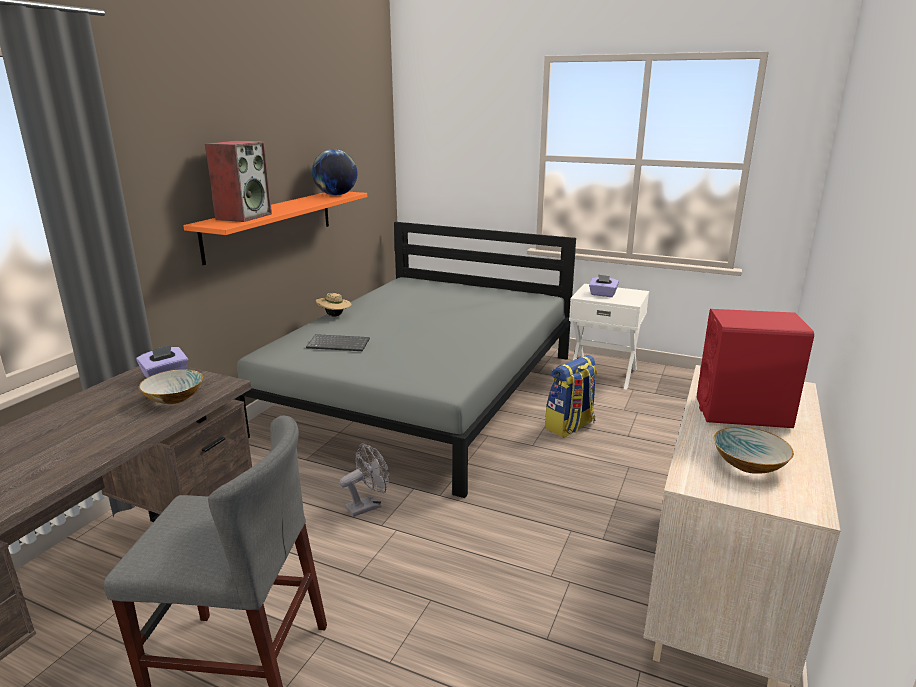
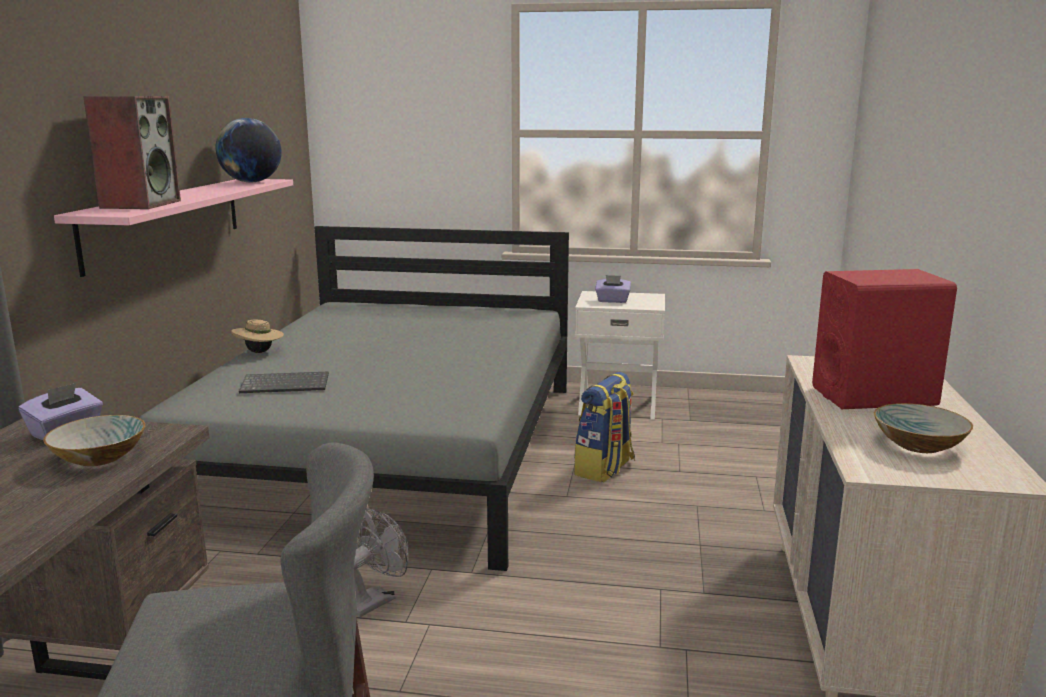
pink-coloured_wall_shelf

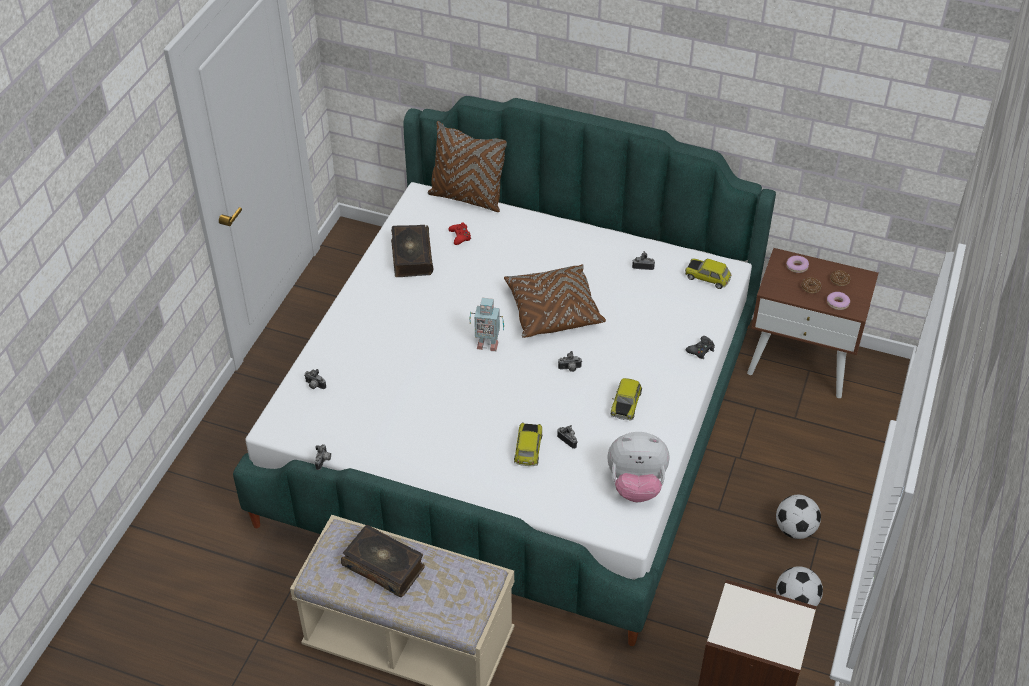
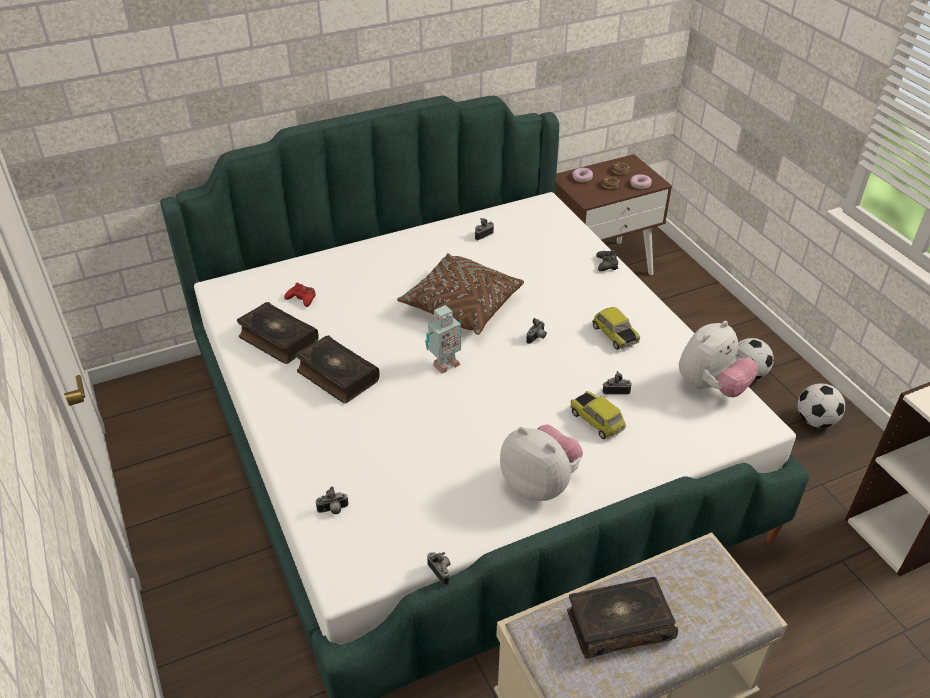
book (no. 2 from left)
soft_toy (no. 1 from left)
brownish_pillow (no. 1 from left in the first image)
model_car (no. 3 from left in the first image)

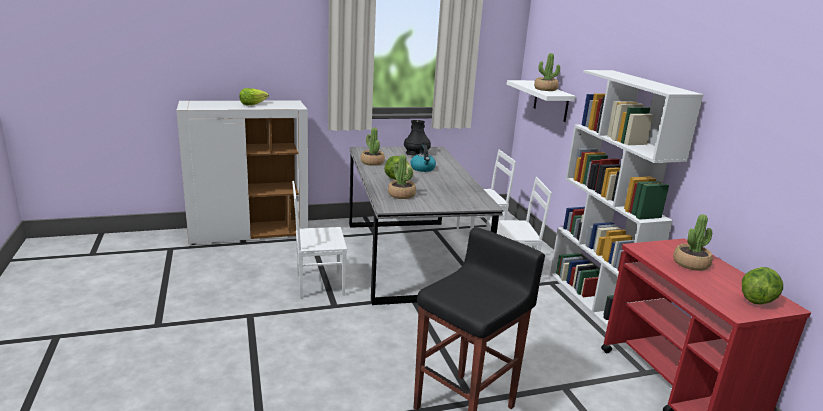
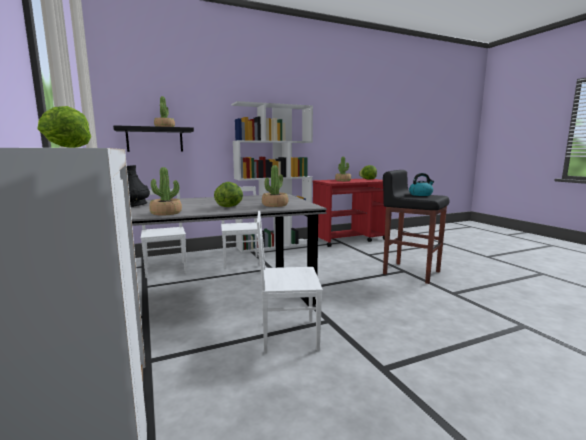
blackish_wall_shelf
whitish_plain_chair (no. 3 from left)
tea_kettle

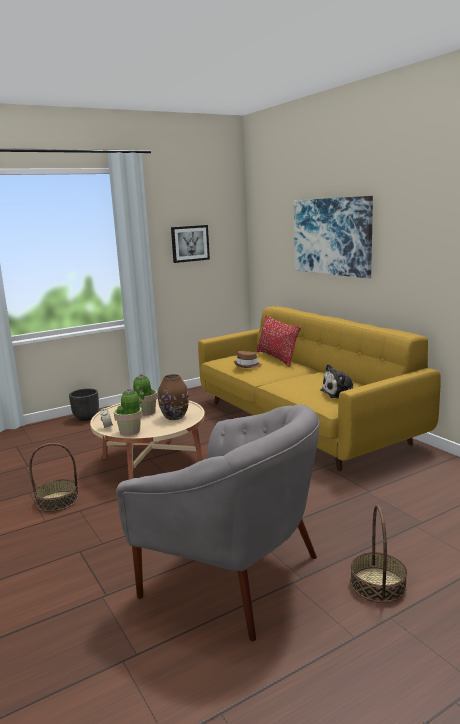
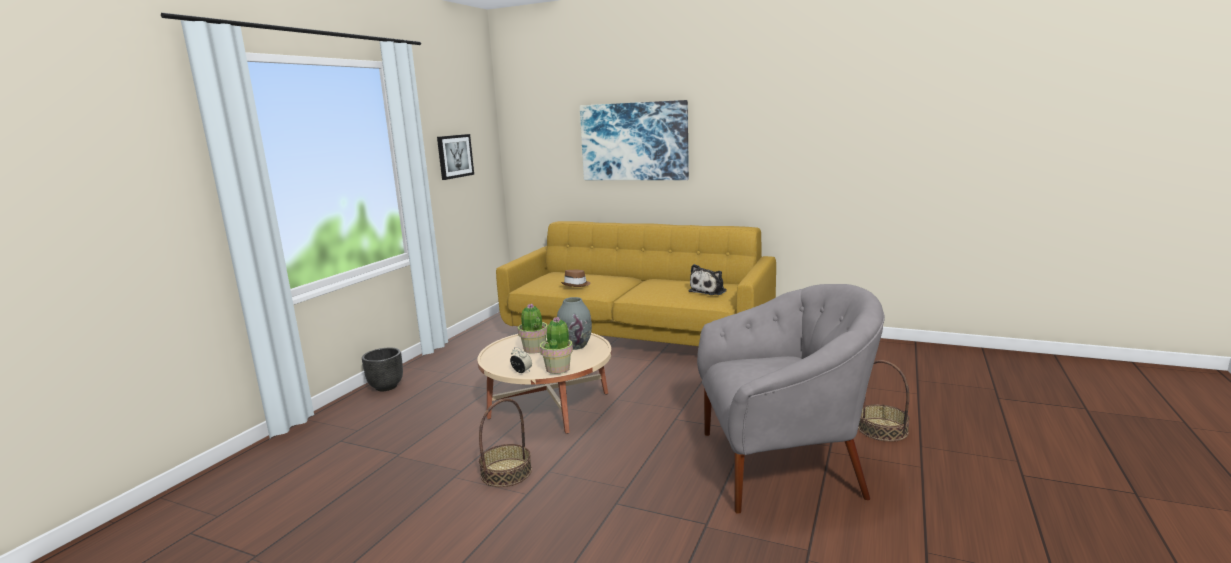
greyish_flower_vase
reddish_pillow

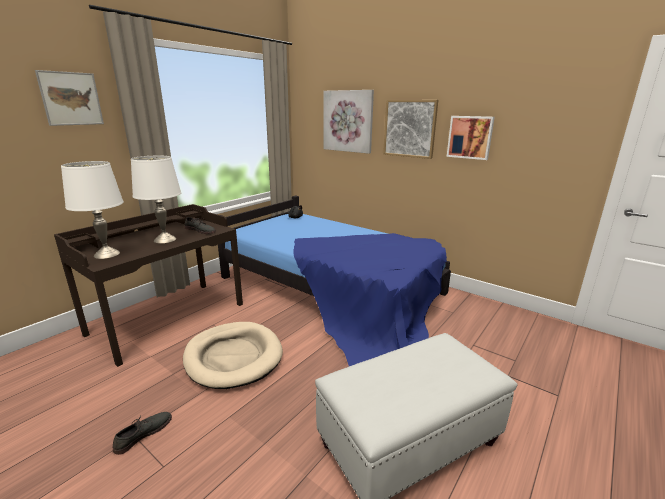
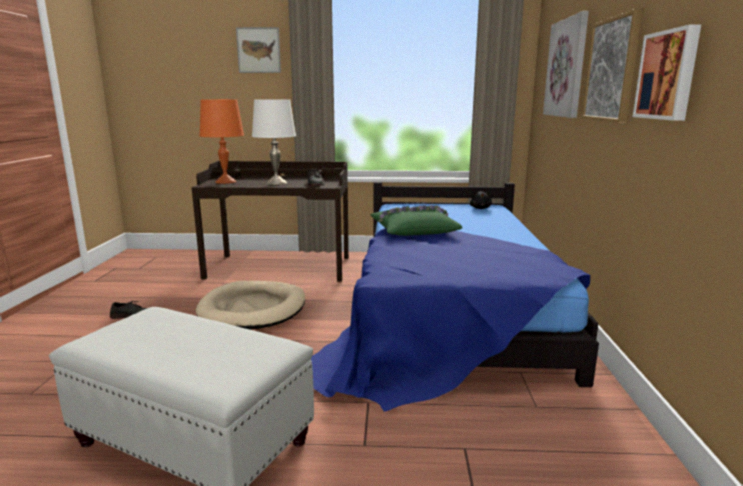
orange-coloured_tabletop_lamp
green-coloured_pillow

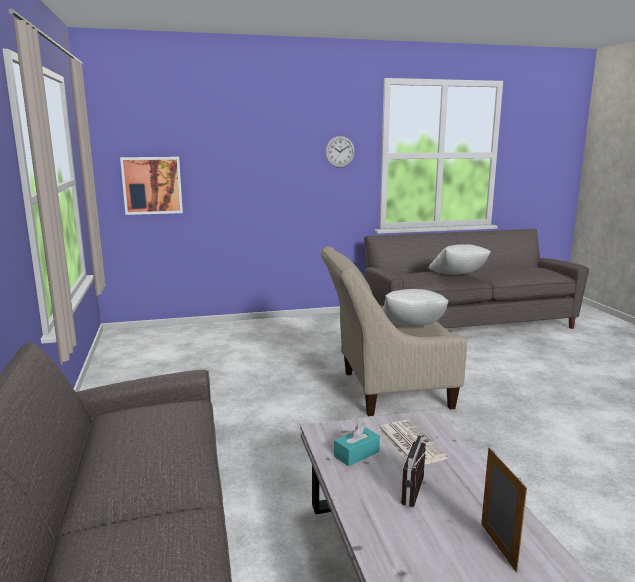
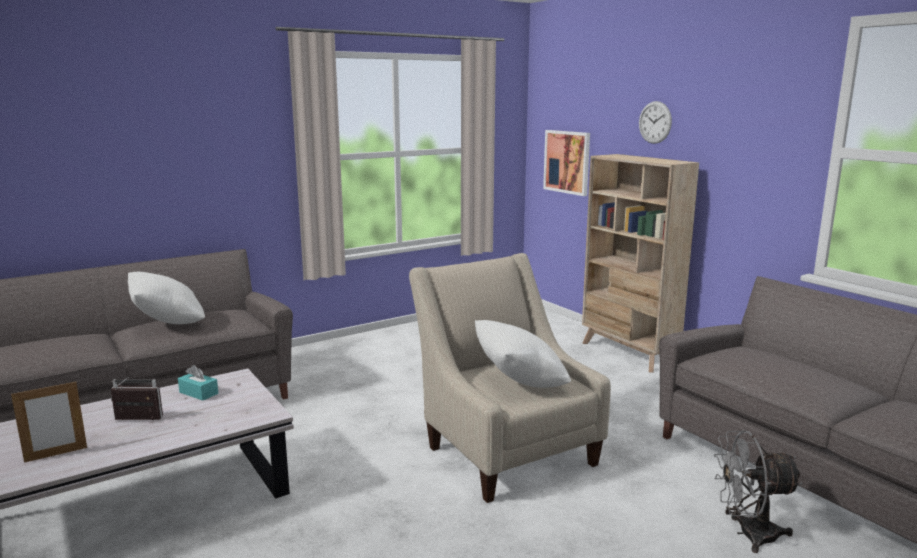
whitish_pillow (no. 1 from left)
sand-coloured_bookshelf
hanging_clock
greyish_cooling_fan
daily_paper

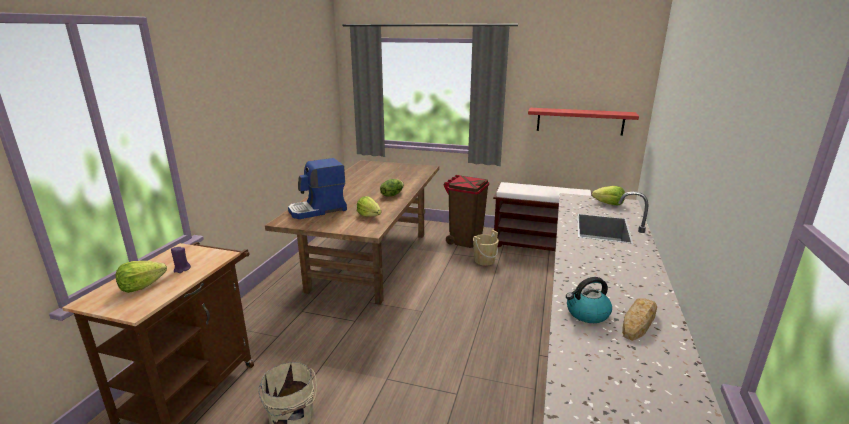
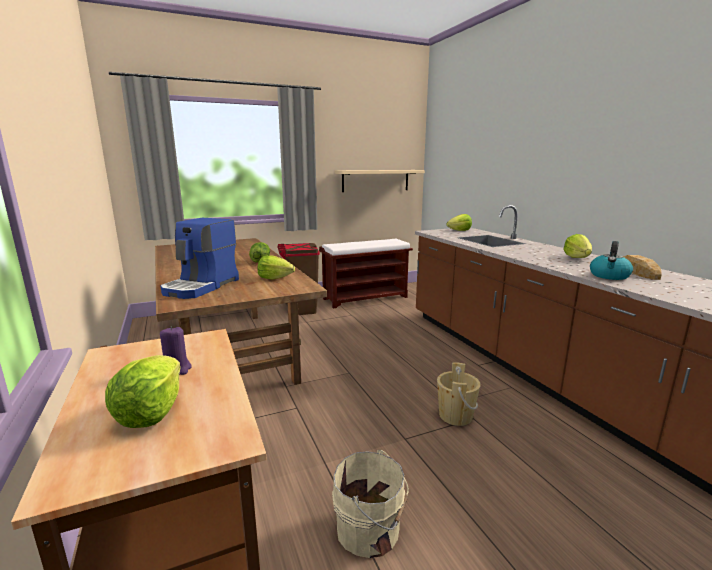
sand-coloured_wall_shelf
sand-coloured_pail (no. 2 from left)
lettuce_head (no. 5 from left)

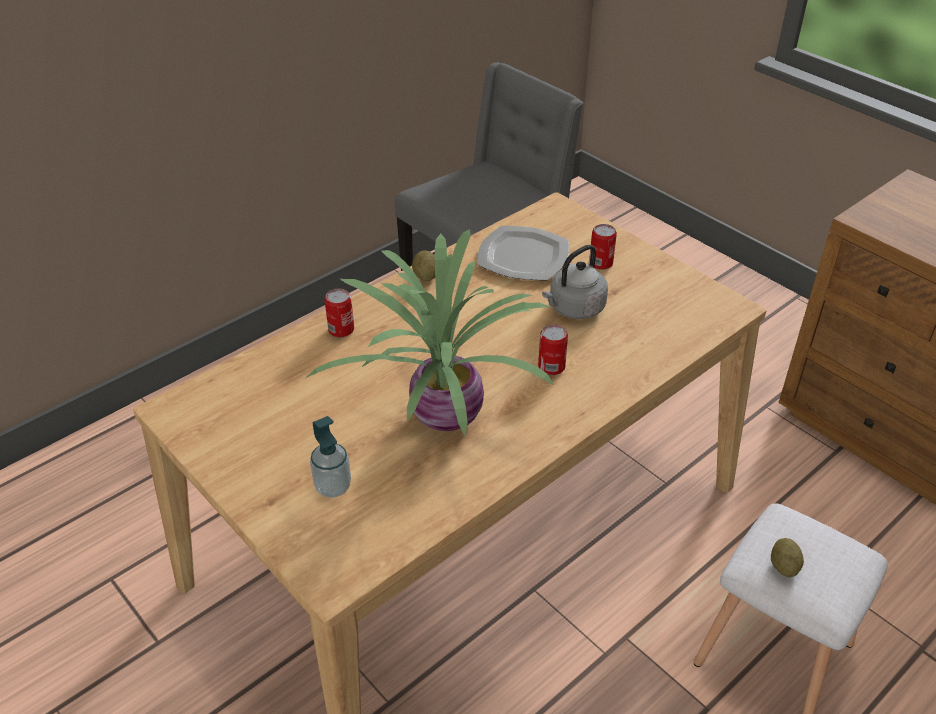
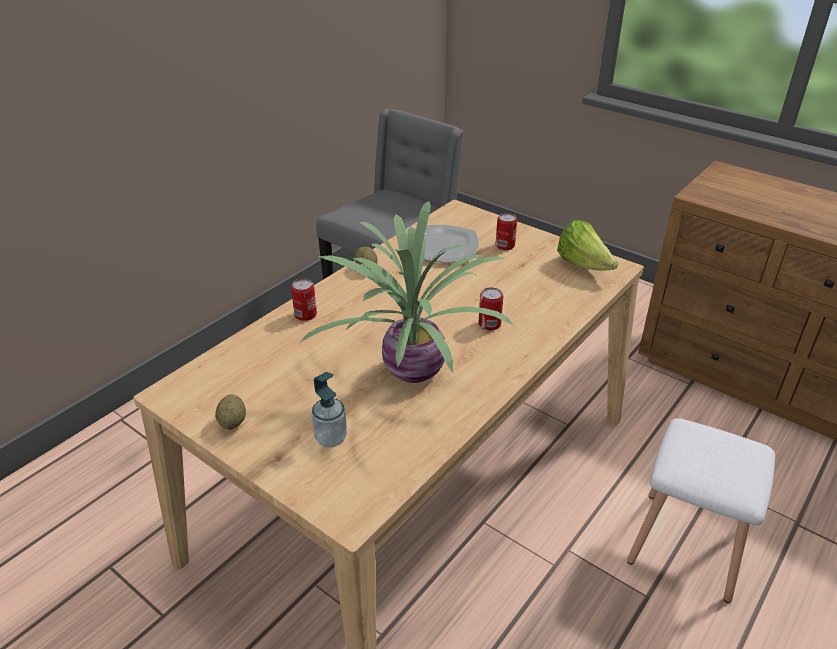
whole_potato (no. 1 from left)
lettuce_head
greyish_tea_kettle

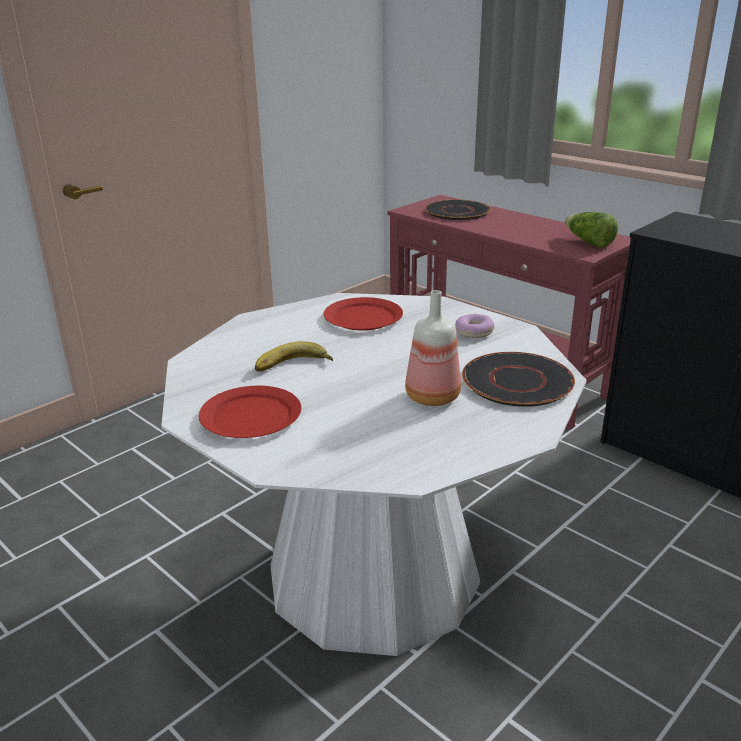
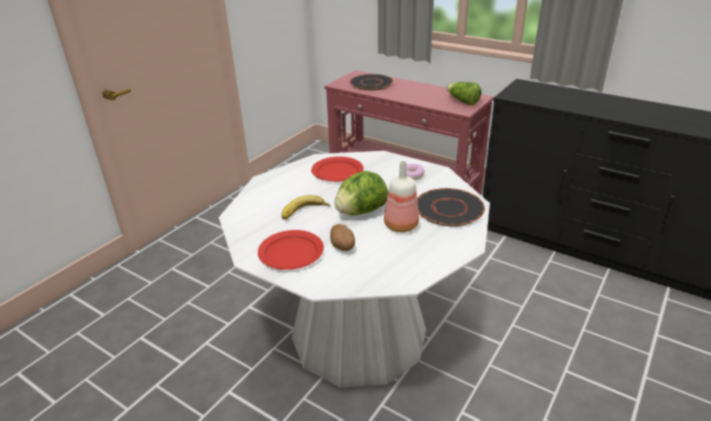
whole_potato
lettuce_head (no. 1 from left)

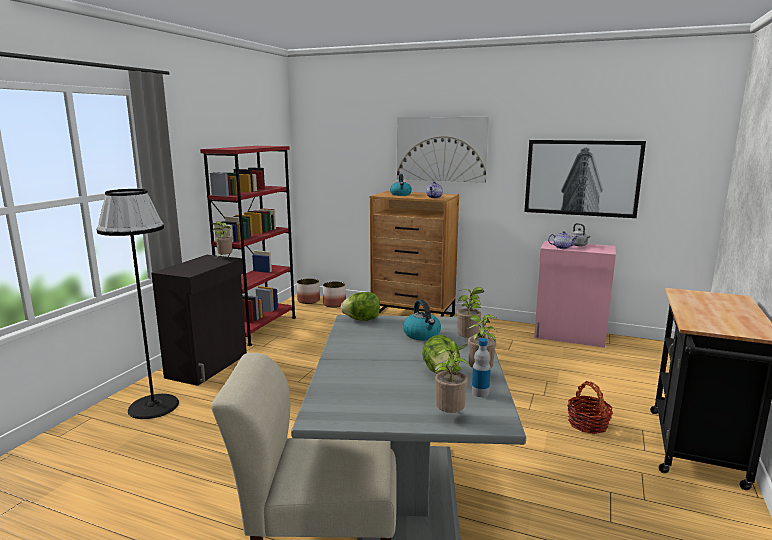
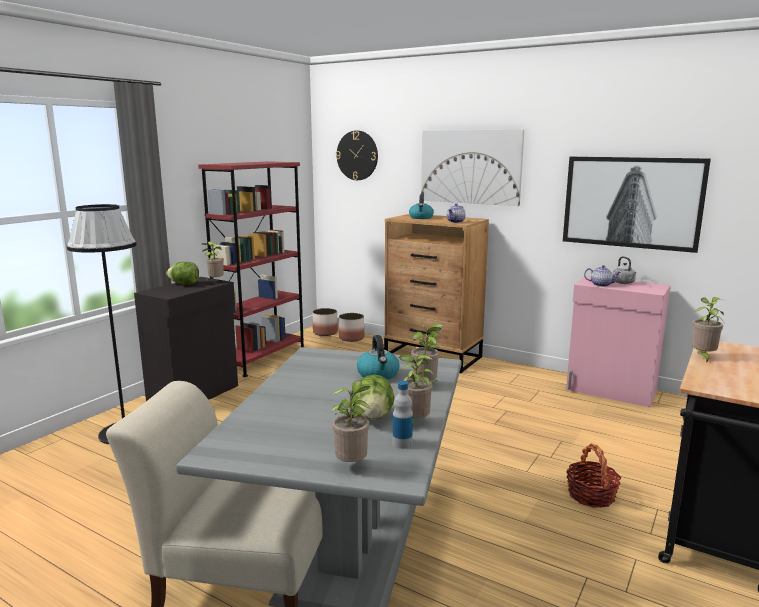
lettuce_head (no. 1 from left)
hanging_clock
houseplant (no. 5 from left)

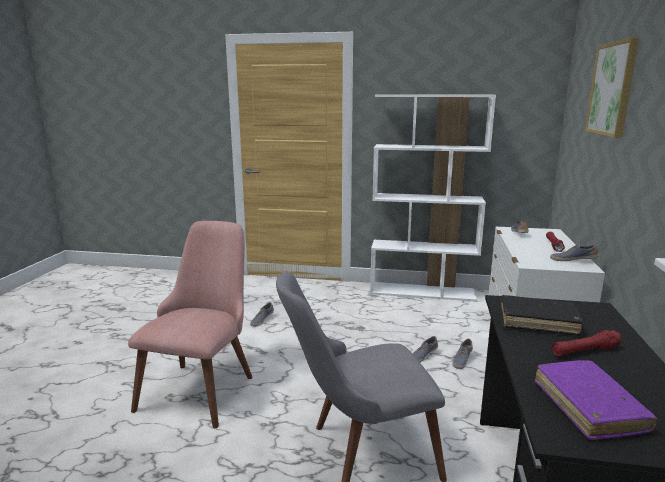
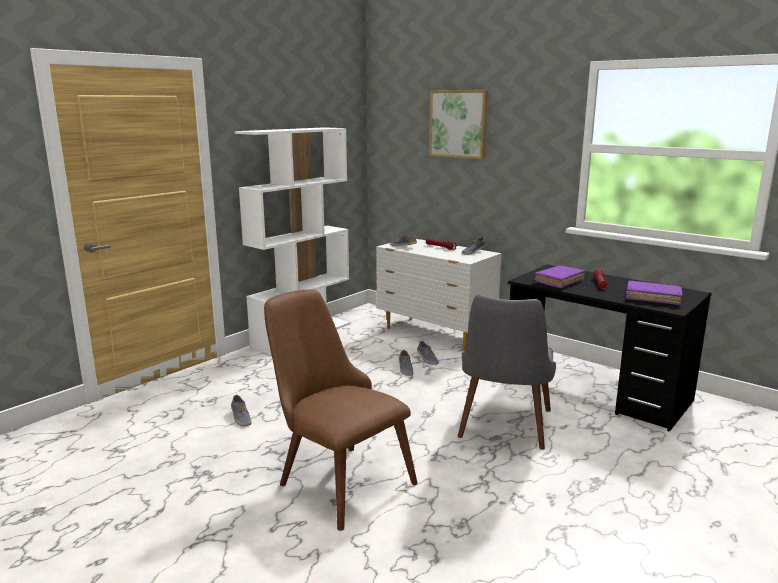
brownish_plain_chair
purplish_book (no. 1 from left)

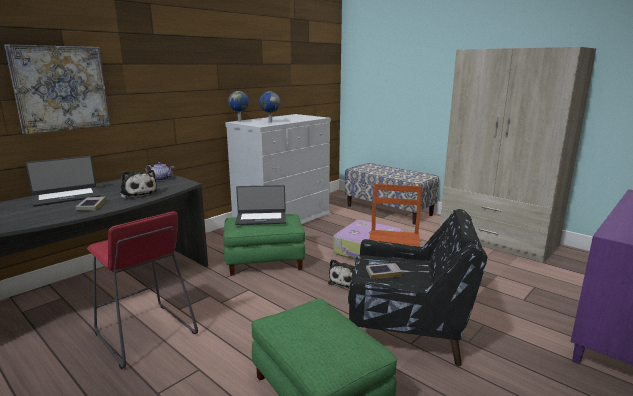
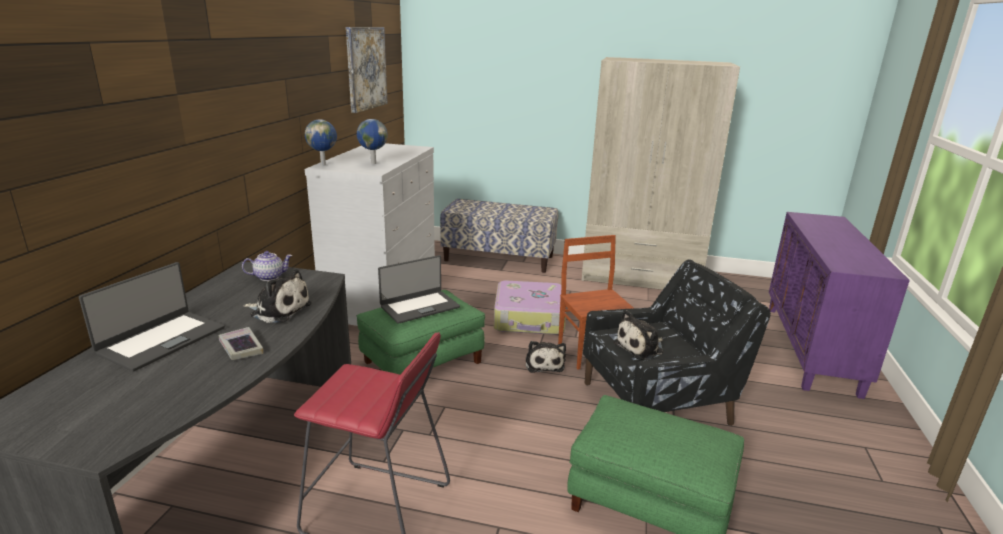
wall_art
soft_toy (no. 3 from left)

